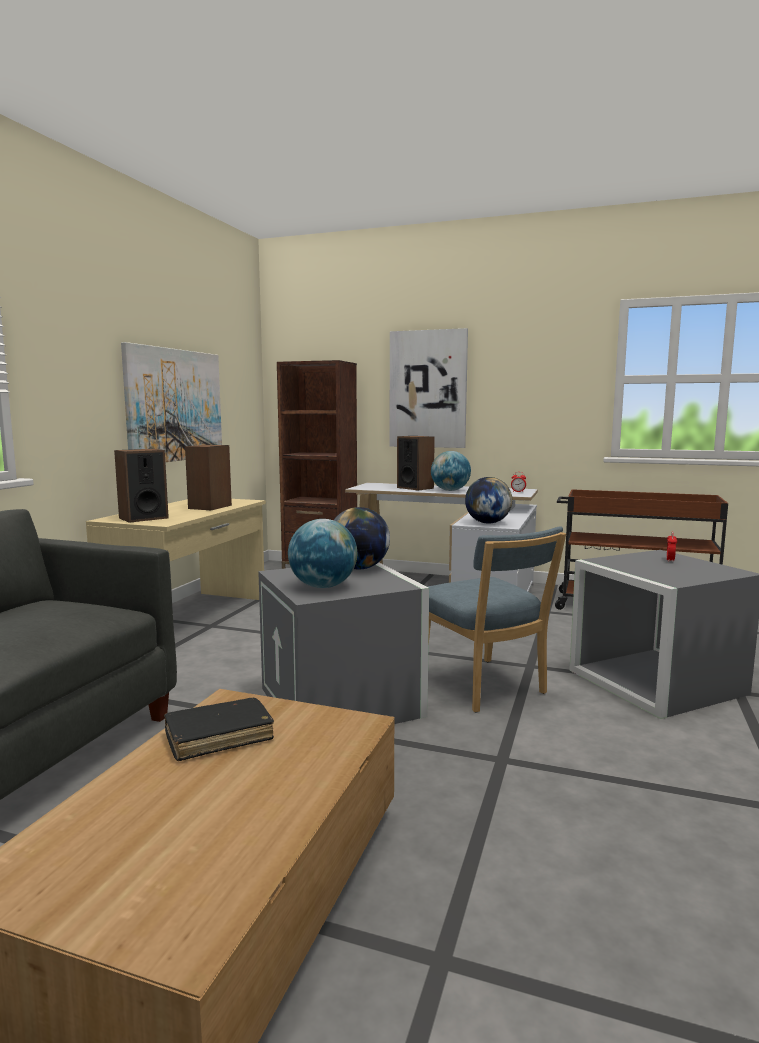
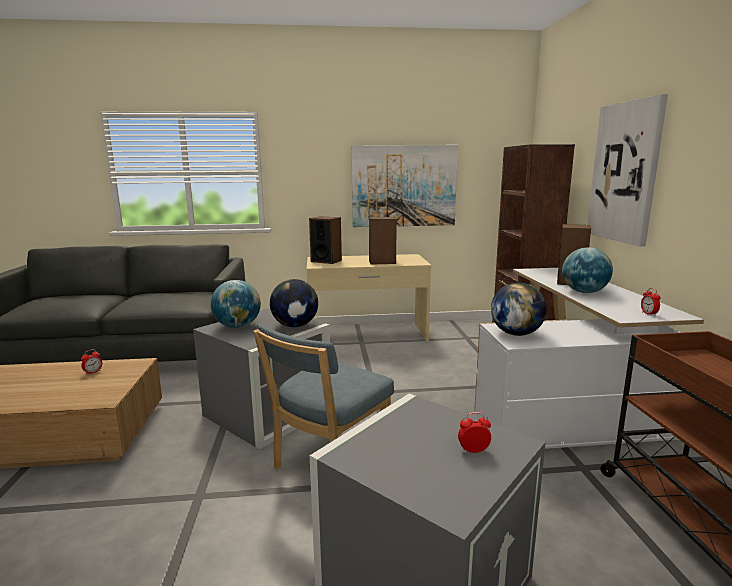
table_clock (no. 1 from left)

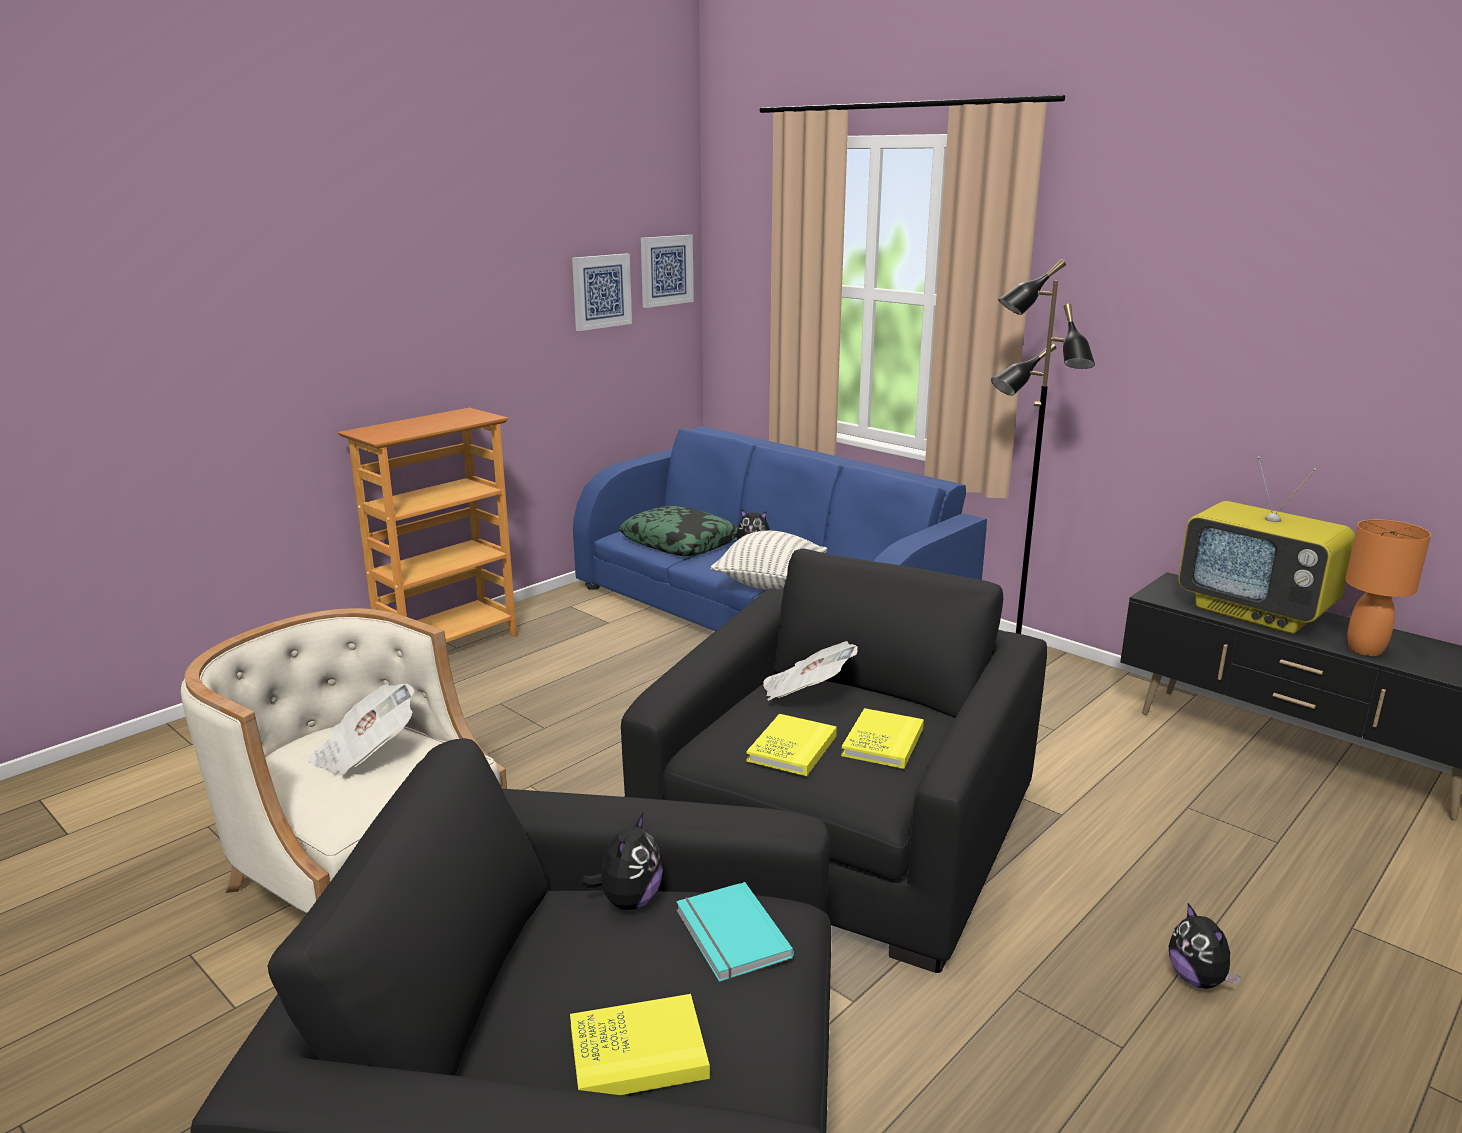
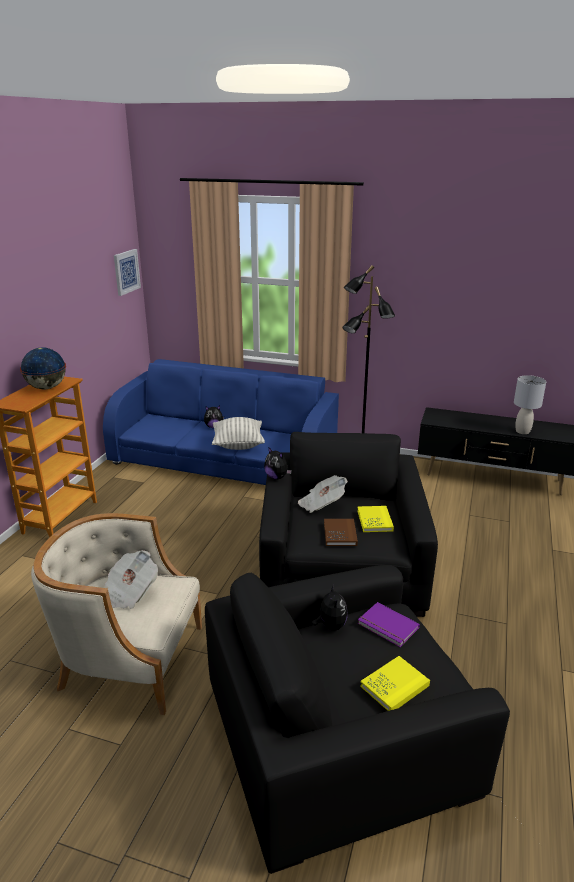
globe
soft_toy (no. 2 from left)
brownish_book
purplish_book
greyish_tabletop_lamp
wall_art (no. 1 from left in the first image)
pillow (no. 1 from left in the first image)
television

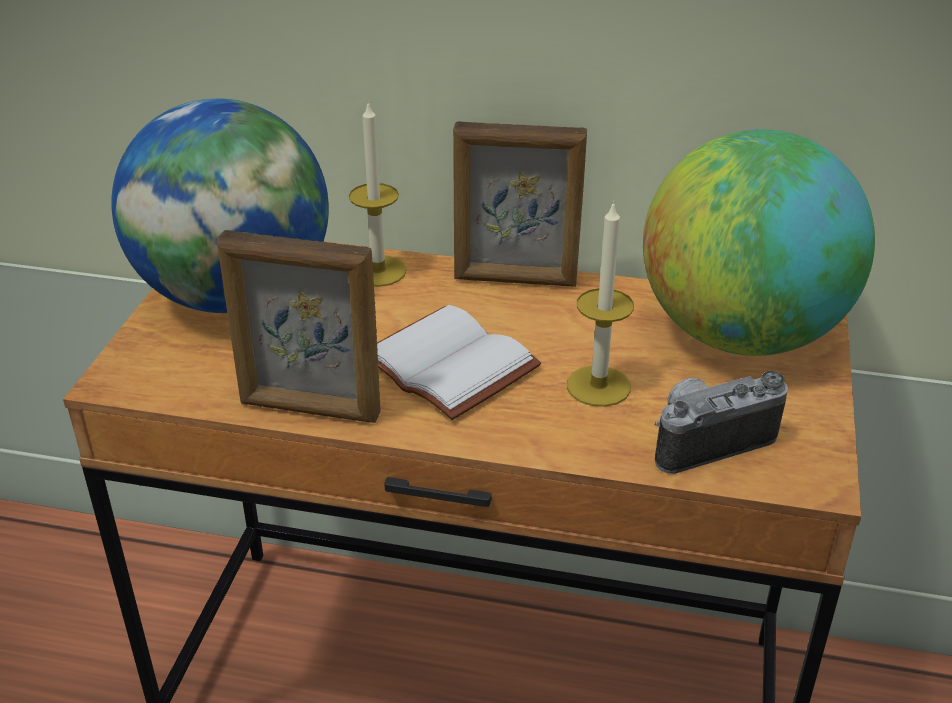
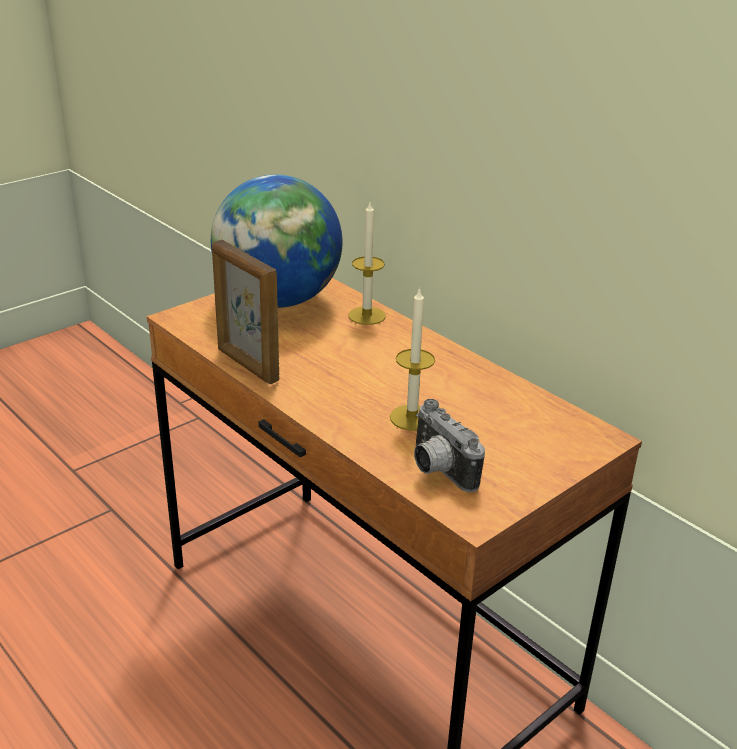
photo_camera
whitish_book
standing_frame (no. 2 from left in the first image)
globe (no. 2 from left in the first image)

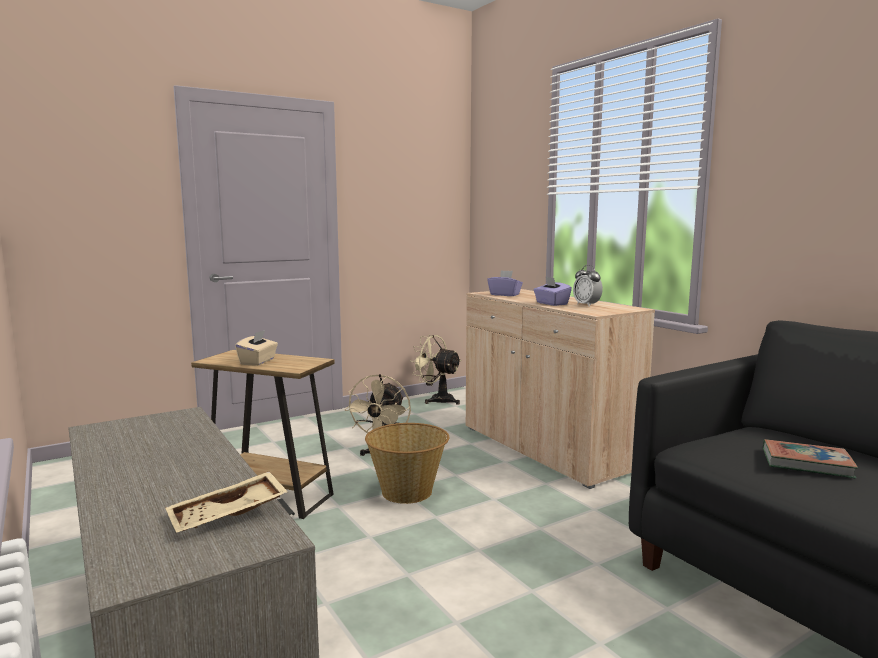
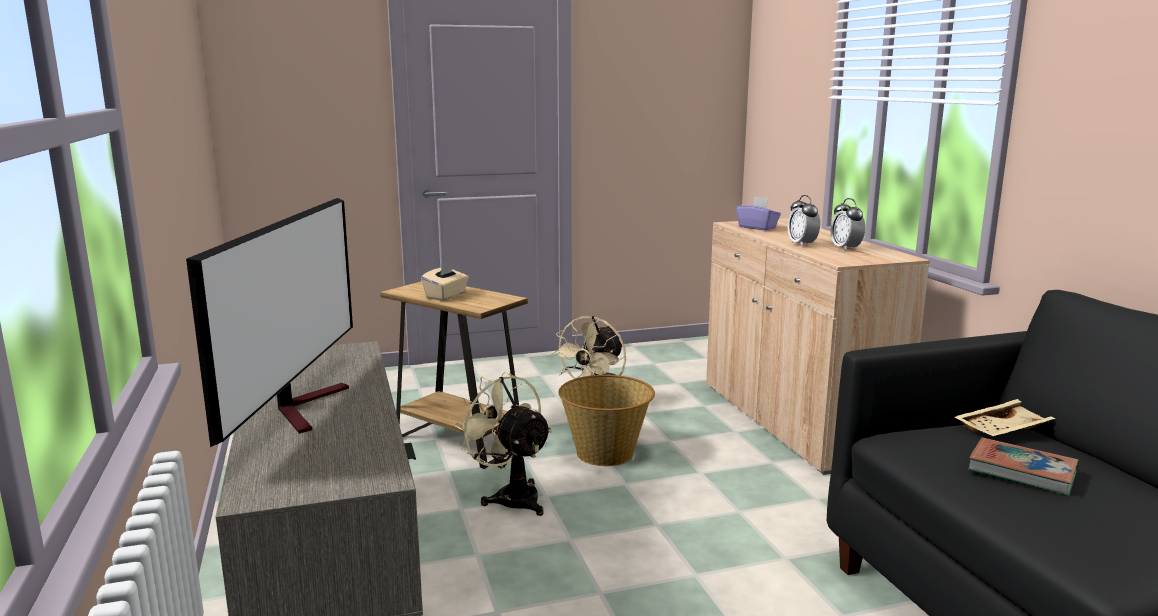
television
sand-coloured_cooling_fan (no. 1 from left)
table_clock (no. 1 from left)
sand-coloured_serving_tray

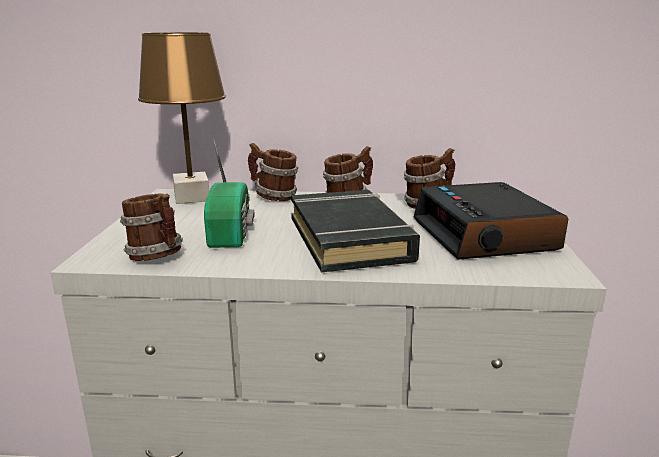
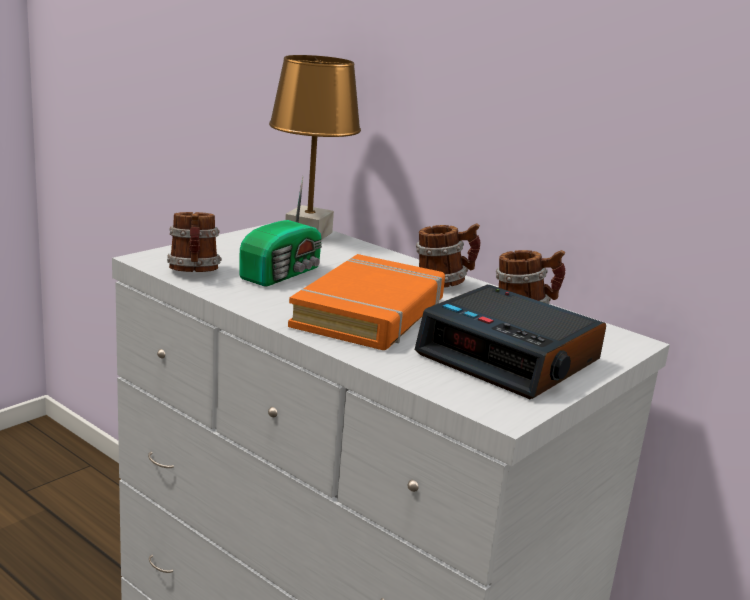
orange-coloured_book
table_clock
coffee_mug (no. 2 from left in the first image)

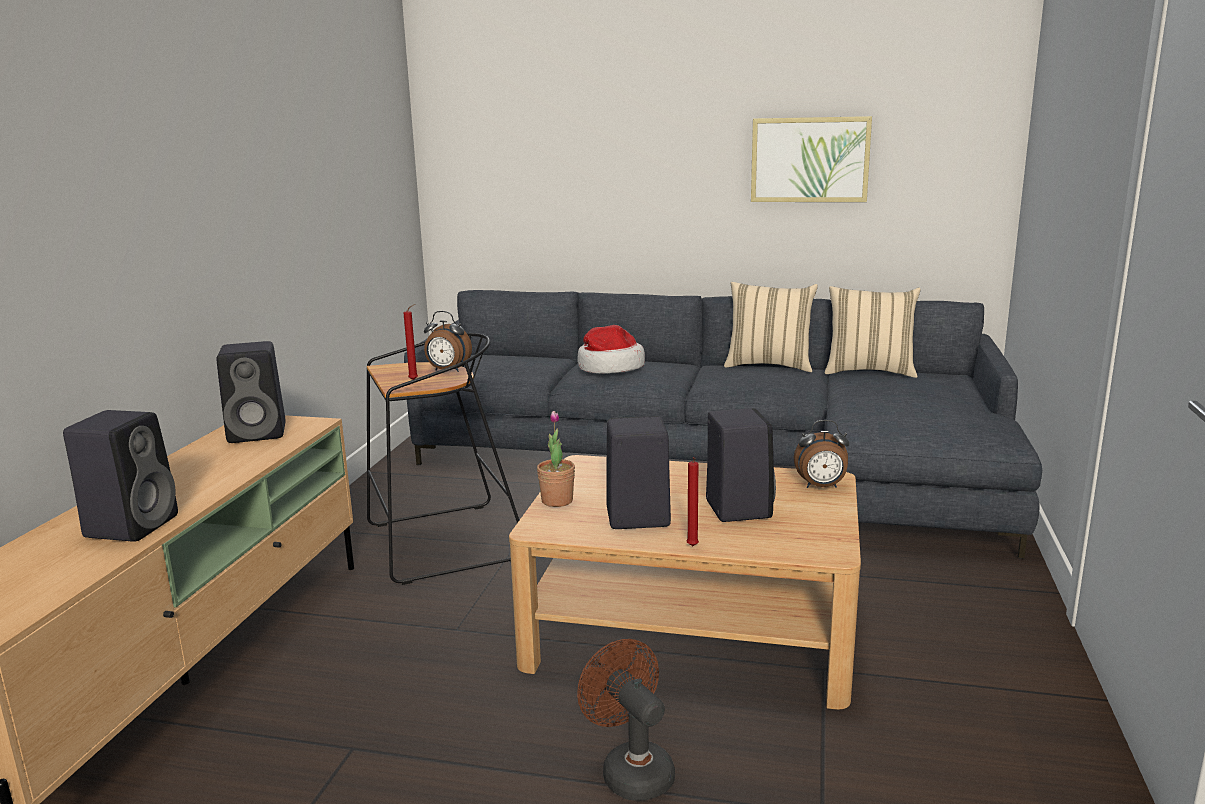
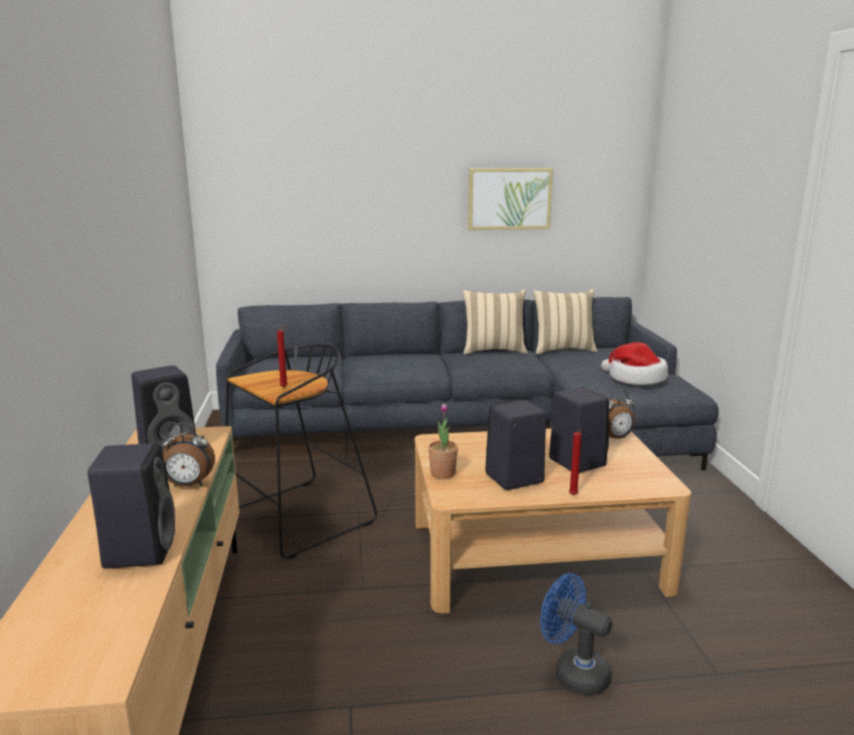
table_clock (no. 1 from left)
bluish_cooling_fan
clothing_hat

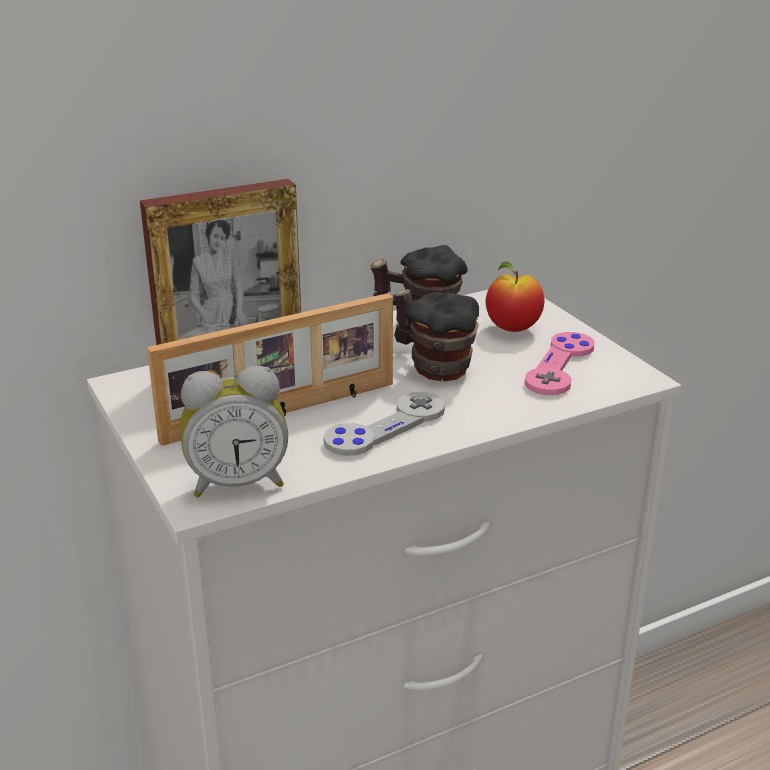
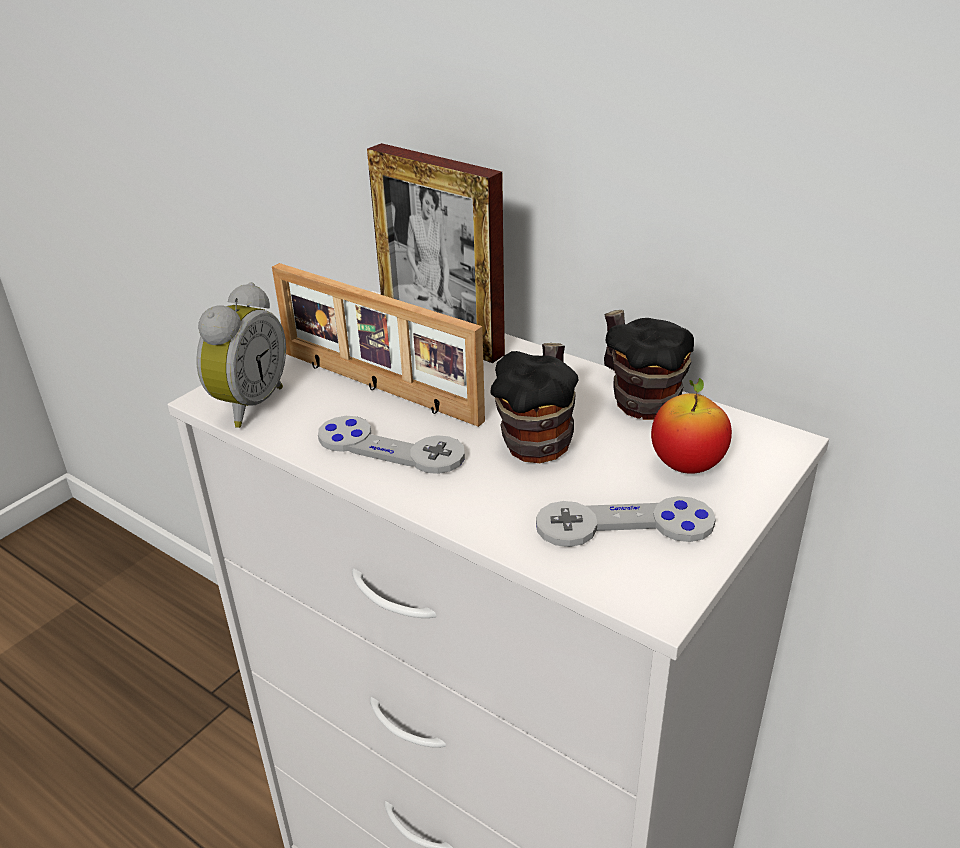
table_clock
greyish_joypad (no. 2 from left)

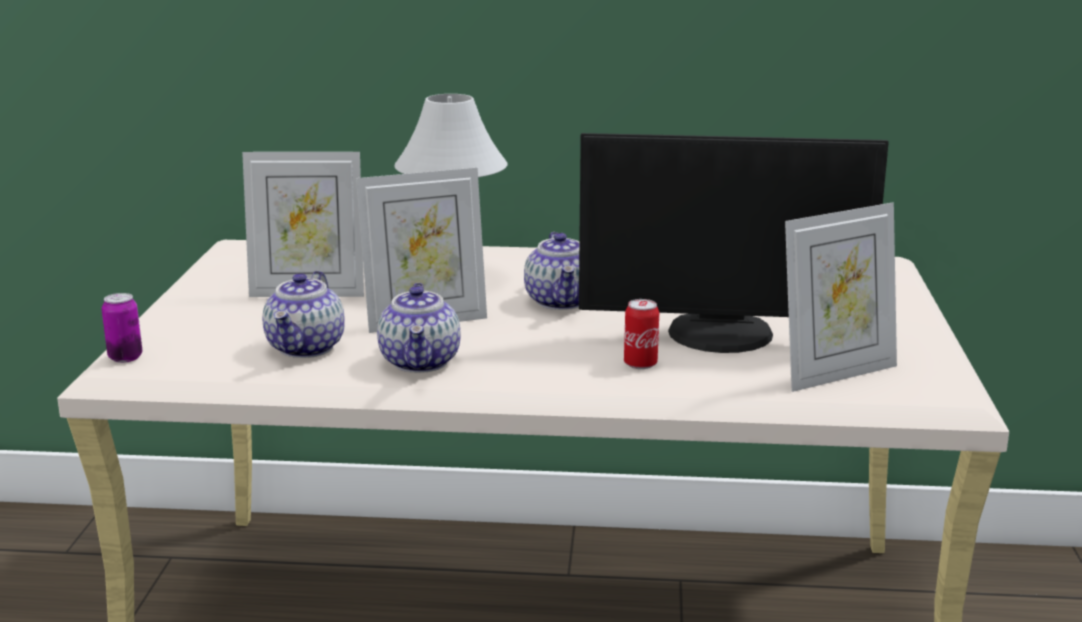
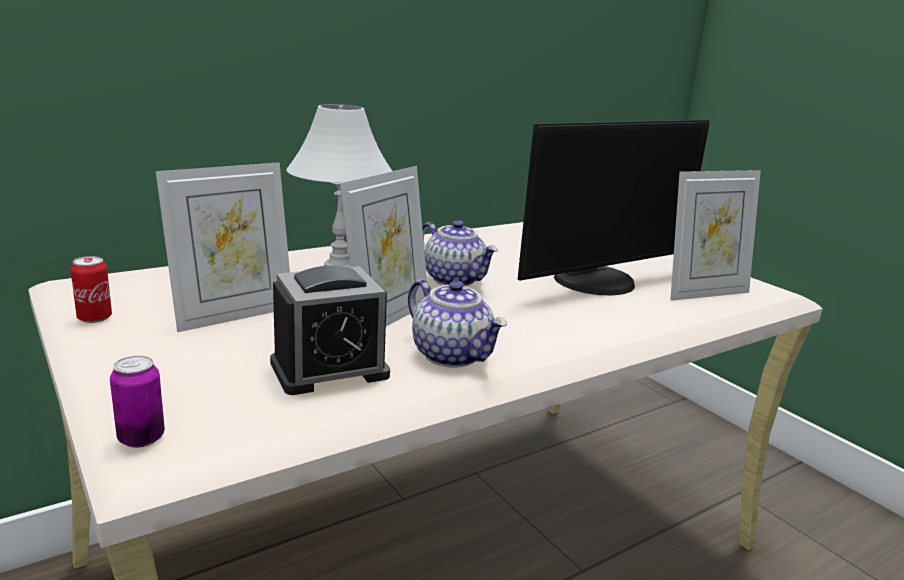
can (no. 1 from left)
table_clock
standing_frame (no. 3 from left)

